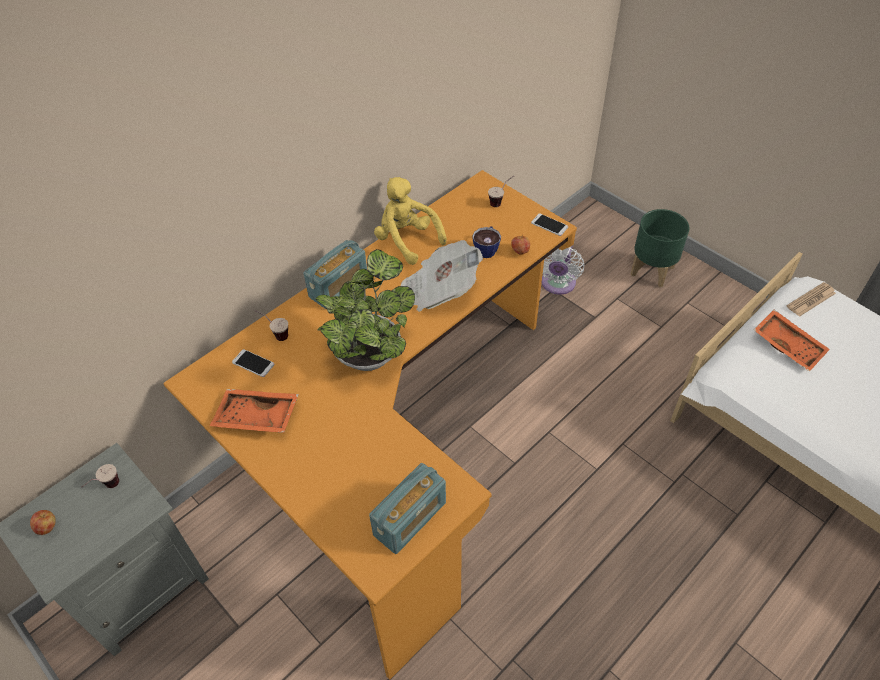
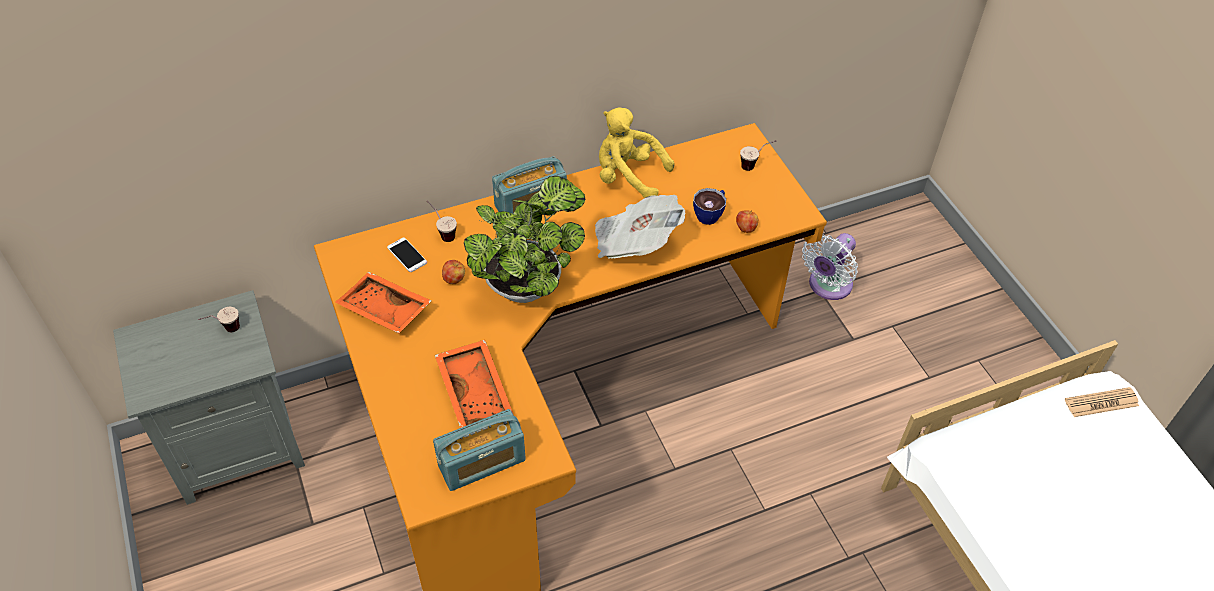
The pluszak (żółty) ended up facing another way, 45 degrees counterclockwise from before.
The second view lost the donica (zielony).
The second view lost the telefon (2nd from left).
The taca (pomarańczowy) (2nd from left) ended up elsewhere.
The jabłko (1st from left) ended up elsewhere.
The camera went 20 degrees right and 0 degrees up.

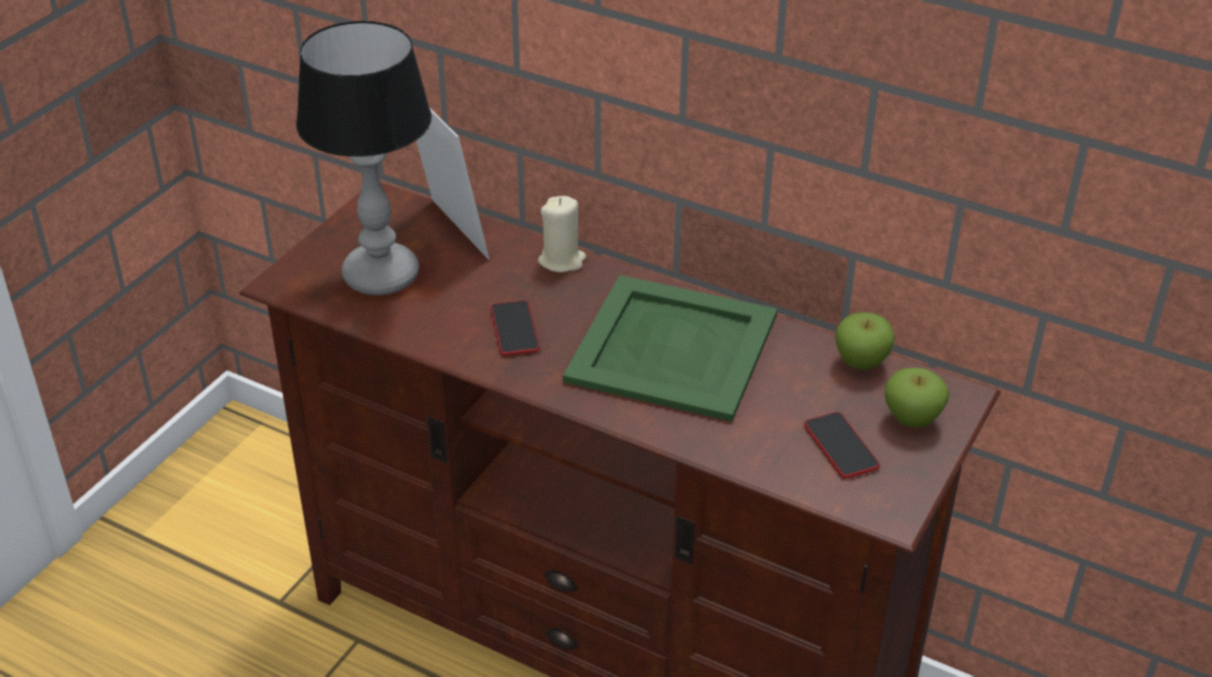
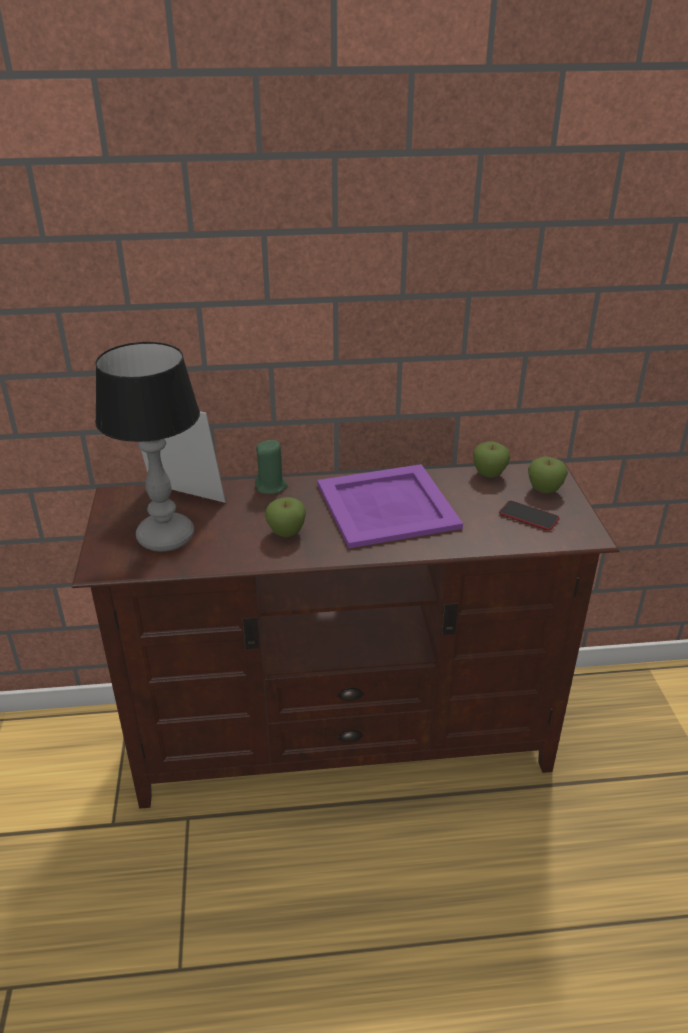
What was the świeca (beżowy) turned into the świeca (zielony).
What was the taca (zielony) turned into the taca (fioletowy).
Where the telefon (1st from left) stood, the jabłko (1st from left) came to stand.
The camera went 35 degrees left and 5 degrees down.

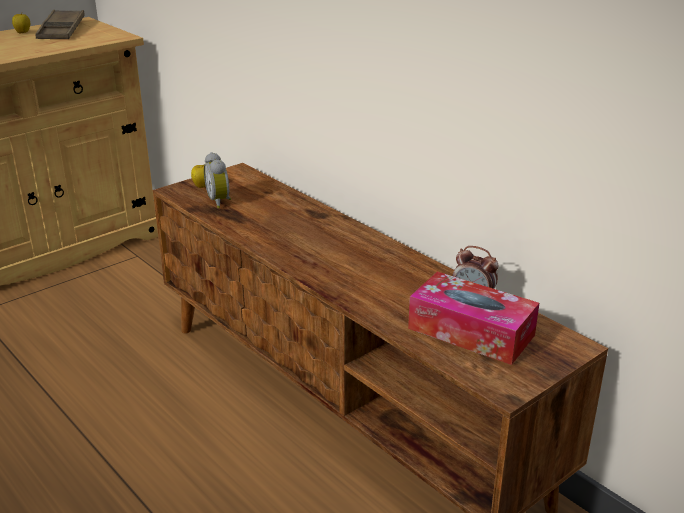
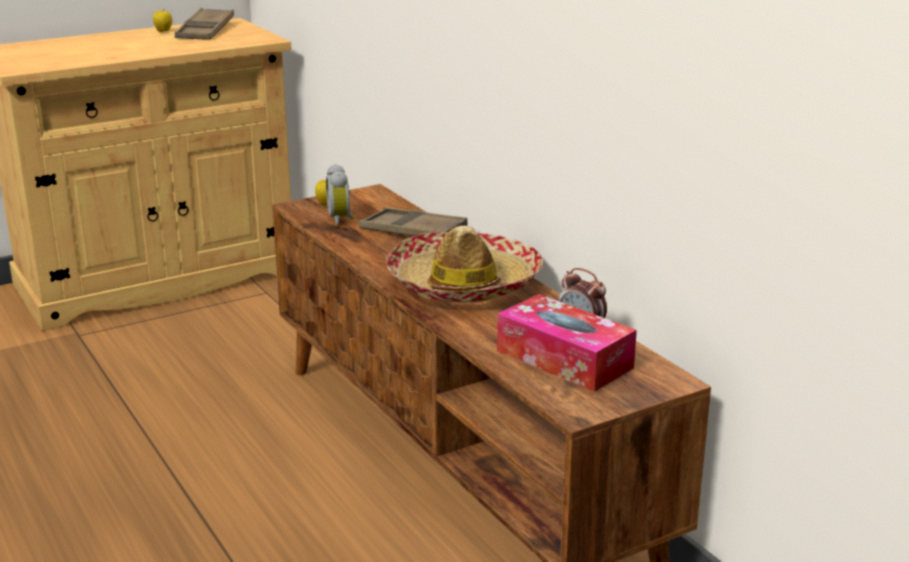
The second view gained the taca (brązowy) (2nd from left).
The second view gained the kapelusz.
The camera went 10 degrees right and 5 degrees down.

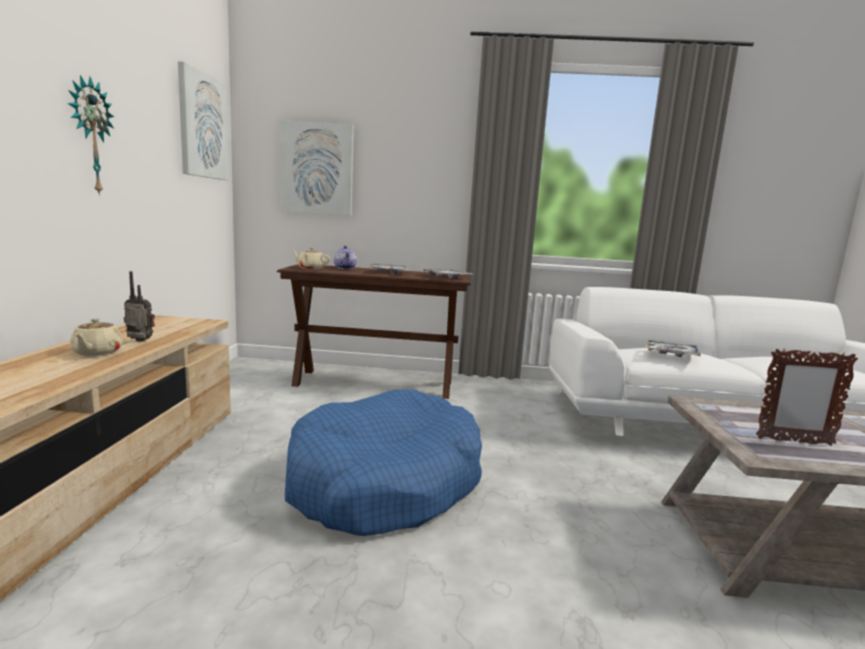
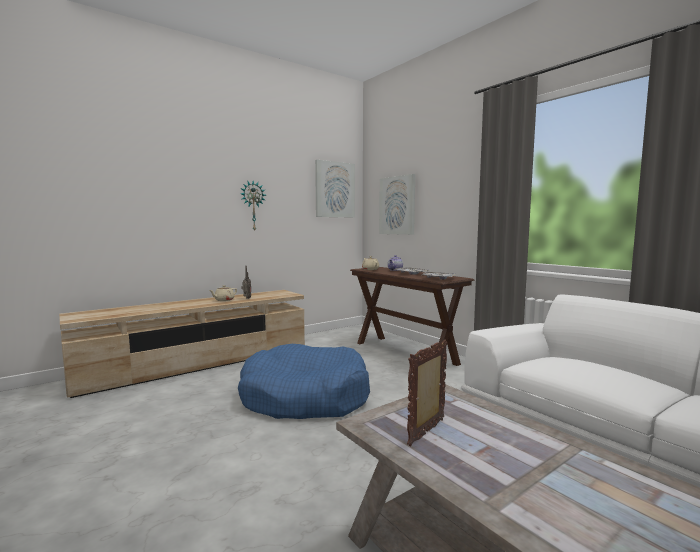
The second view lost the taca (3rd from left).
The ramka na zdjęcie ended up facing another way, 75 degrees clockwise from before.
The camera went 50 degrees right and 5 degrees down.

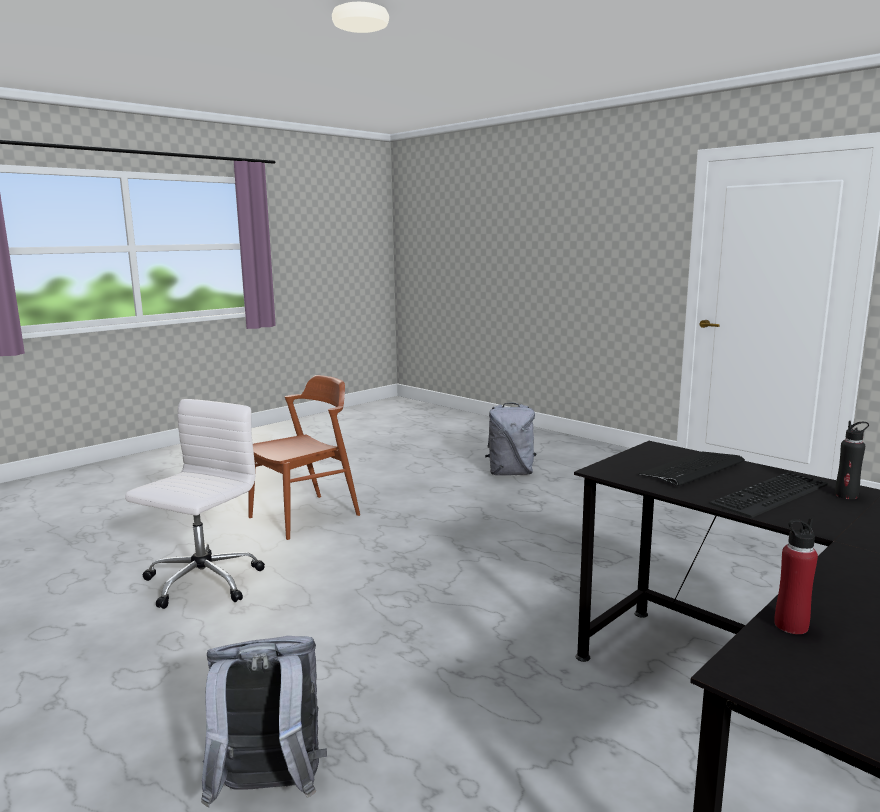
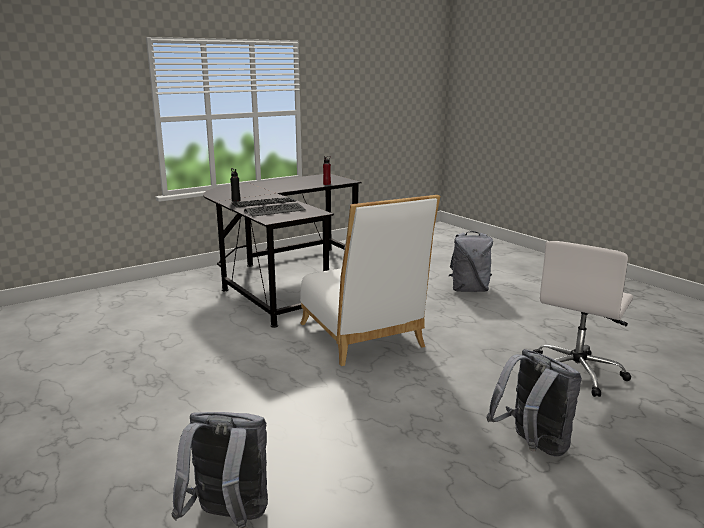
Where the krzesło (brązowy) stood, the plecak (szary) (3rd from left) came to stand.
The second view gained the krzesło (biały).
The camera went 170 degrees left and 5 degrees up.

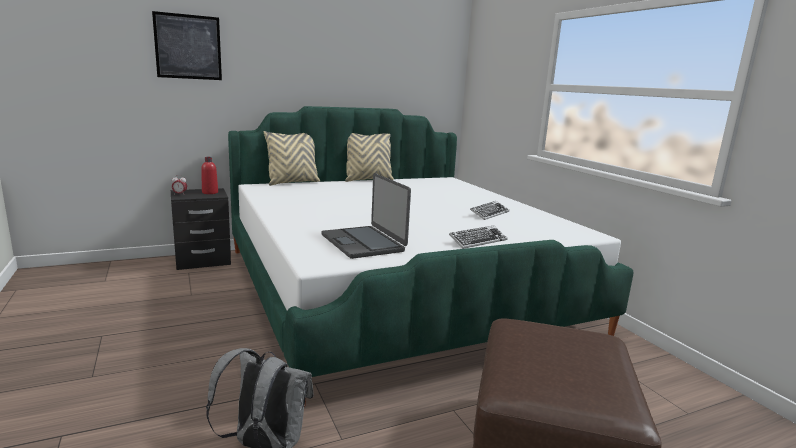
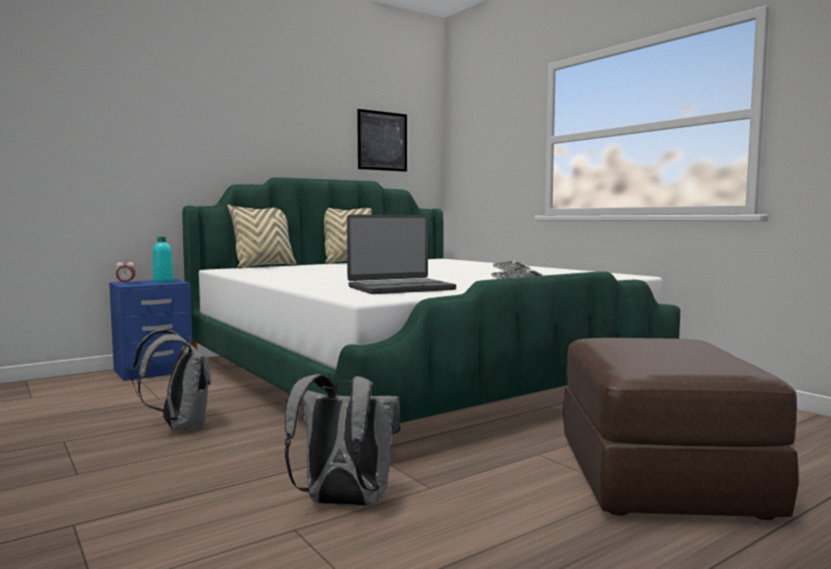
The obraz ended up elsewhere.
What was the butelka (czerwony) turned into the butelka (turkusowy).
The laptop ended up facing another way, 75 degrees counterclockwise from before.
What was the szafka nocna (czarny) turned into the szafka nocna (niebieski).
The second view gained the plecak (szary) (1st from left).
The camera went 10 degrees left and 10 degrees down.

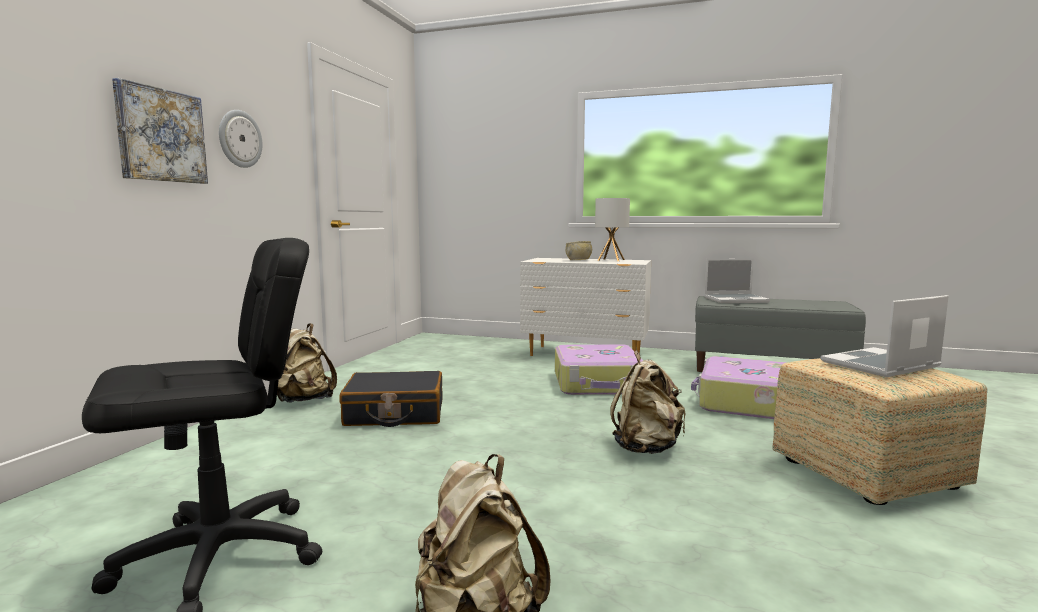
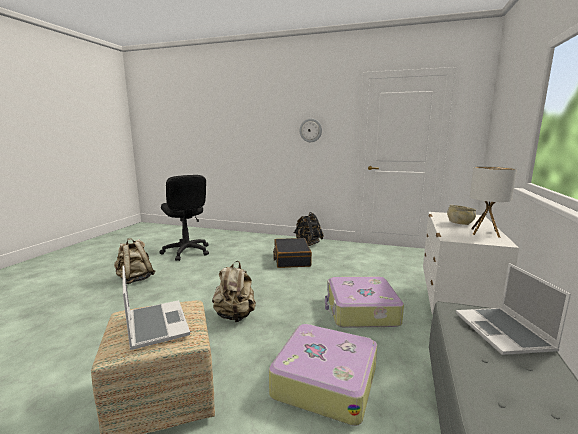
The second view lost the obraz.
What was the plecak (beżowy) (1st from left) turned into the plecak (czarny).
The camera went 90 degrees right and 5 degrees up.

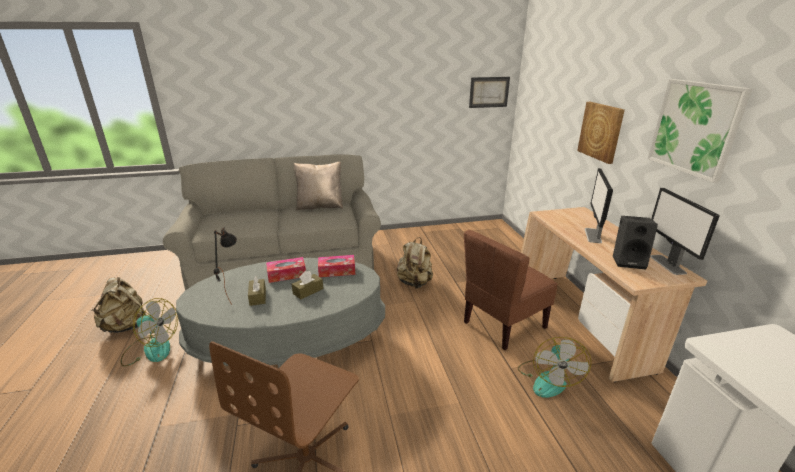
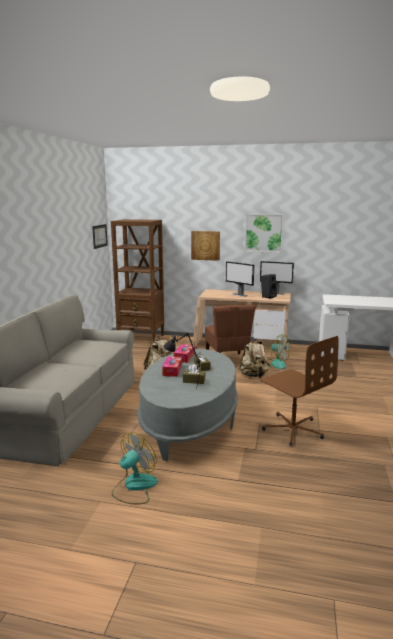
The second view lost the poduszka (beżowy).
The plecak (beżowy) (1st from left in the first image) ended up elsewhere.
The second view gained the regał (brązowy).
The camera went 65 degrees left and 10 degrees down.

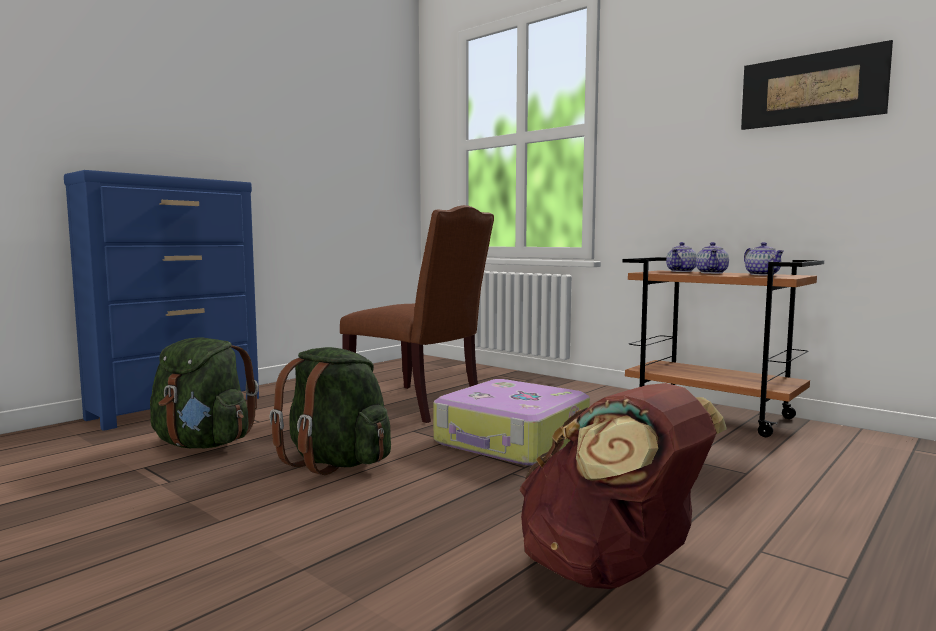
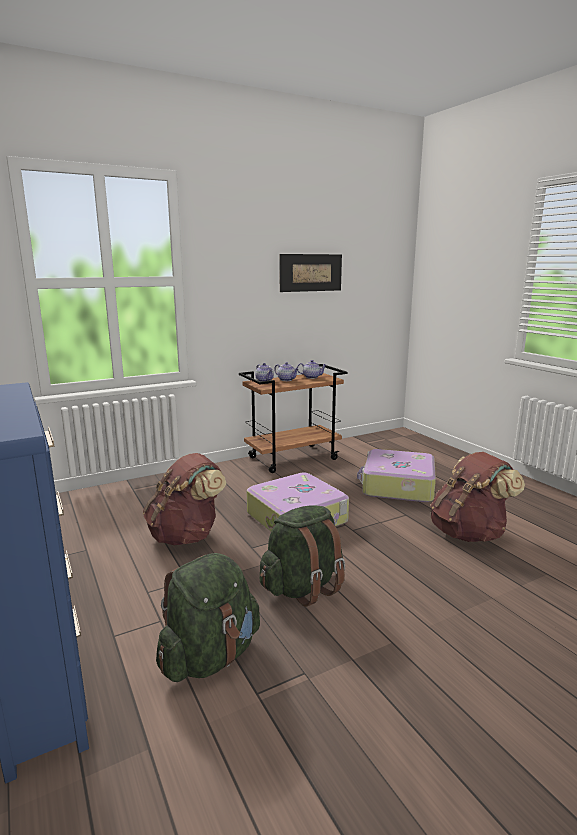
Where the krzesło (brązowy) stood, the plecak (brązowy) (1st from left) came to stand.
The second view gained the walizka (2nd from left).
The camera went 70 degrees left and 10 degrees up.

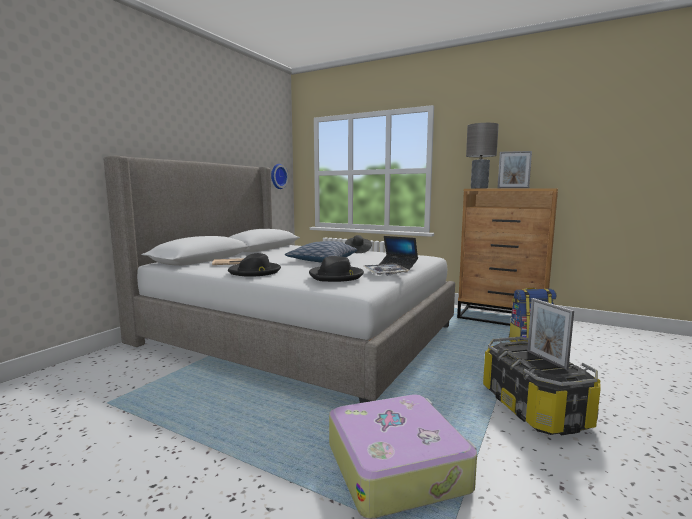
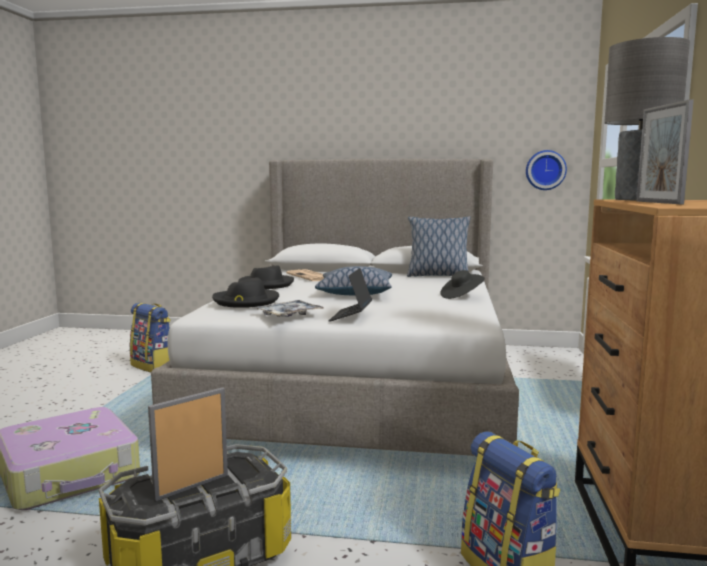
The second view gained the poduszka (2nd from left).
The second view gained the plecak (1st from left).
The camera went 70 degrees right and 0 degrees up.

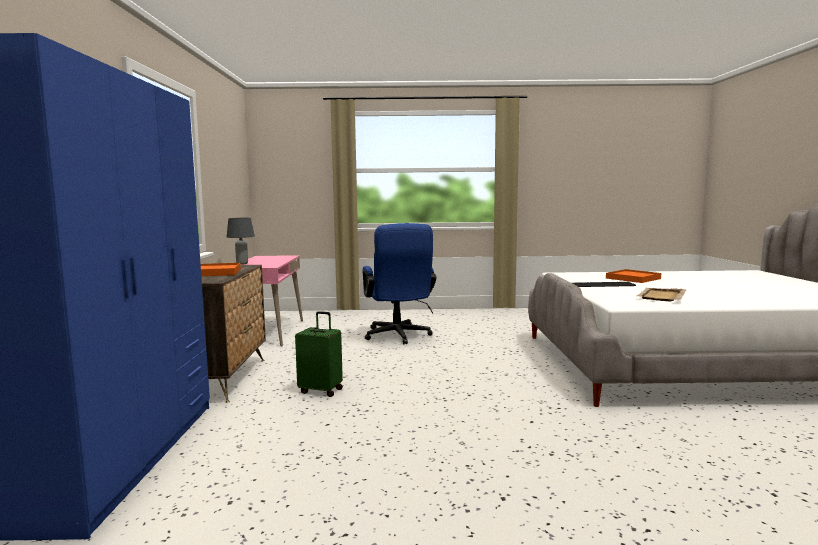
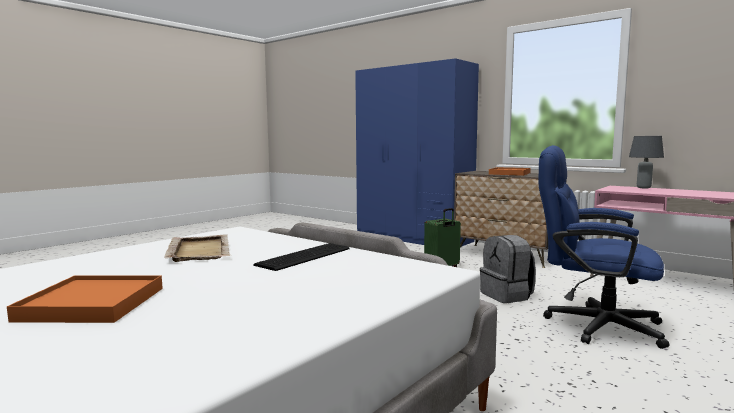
The taca (pomarańczowy) (2nd from left in the first image) ended up elsewhere.
The second view gained the plecak (szary).
The camera went 130 degrees right and 0 degrees up.

